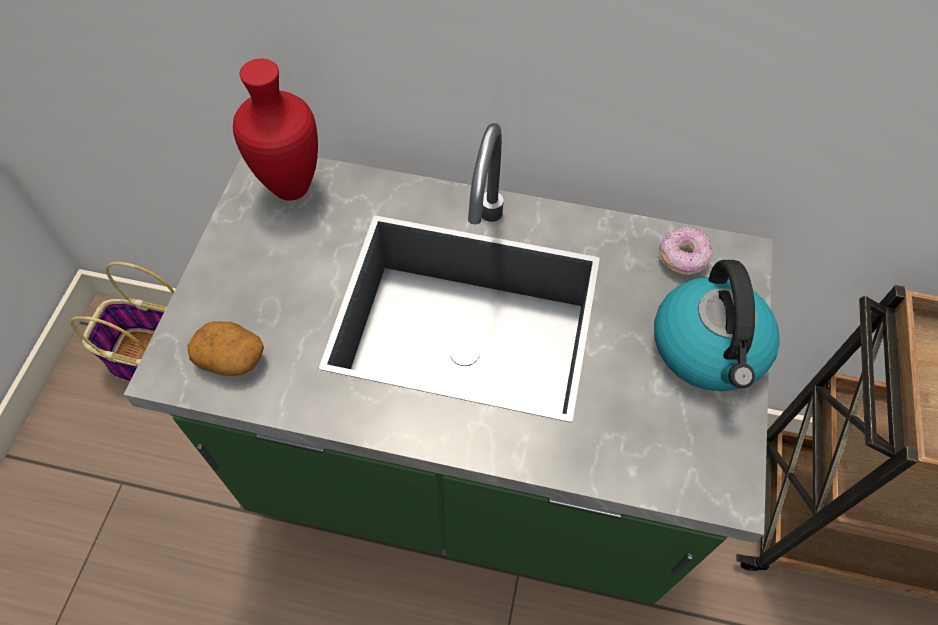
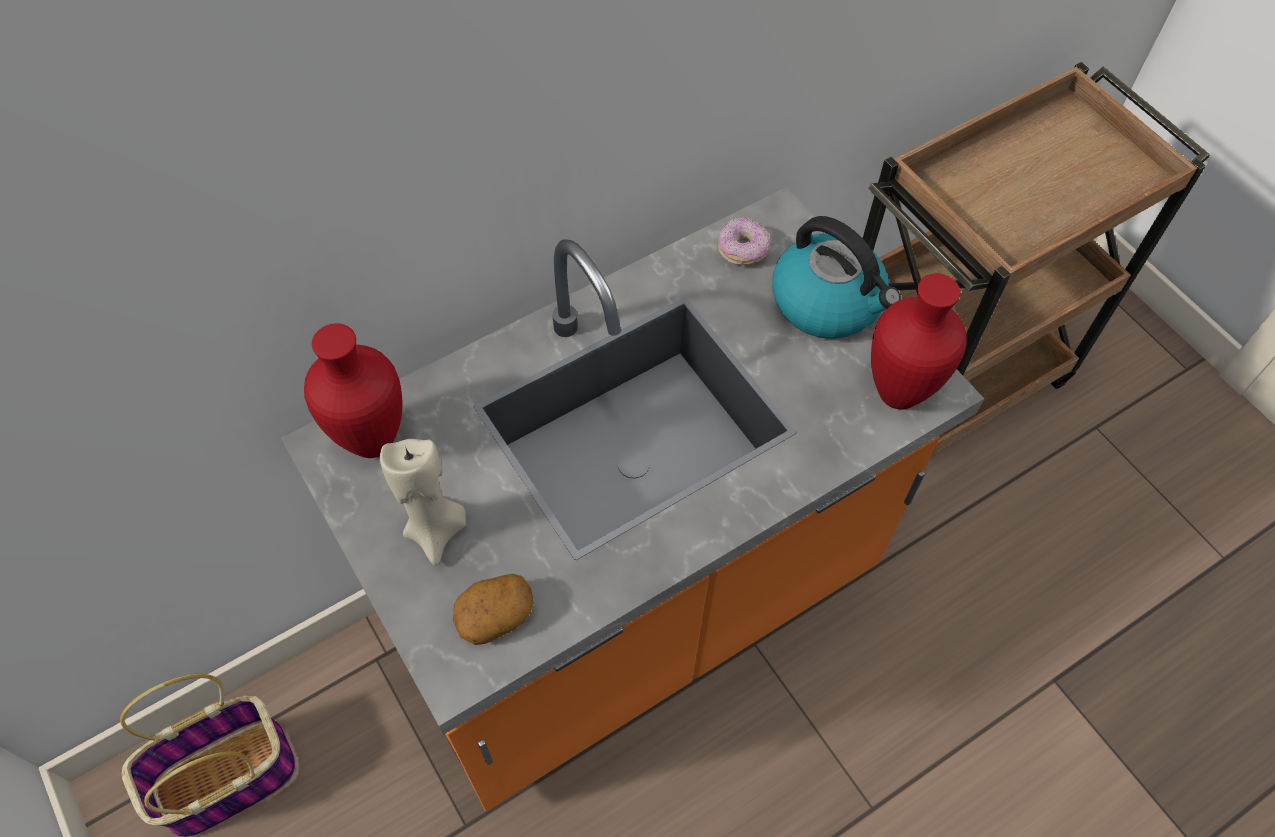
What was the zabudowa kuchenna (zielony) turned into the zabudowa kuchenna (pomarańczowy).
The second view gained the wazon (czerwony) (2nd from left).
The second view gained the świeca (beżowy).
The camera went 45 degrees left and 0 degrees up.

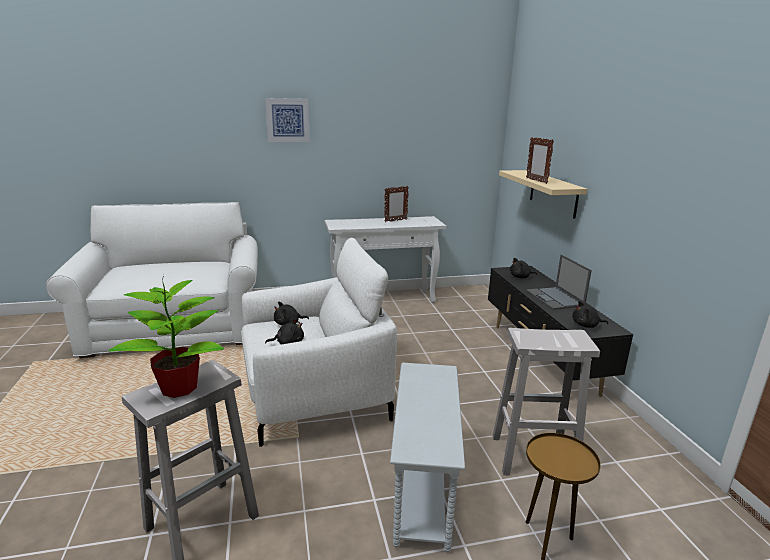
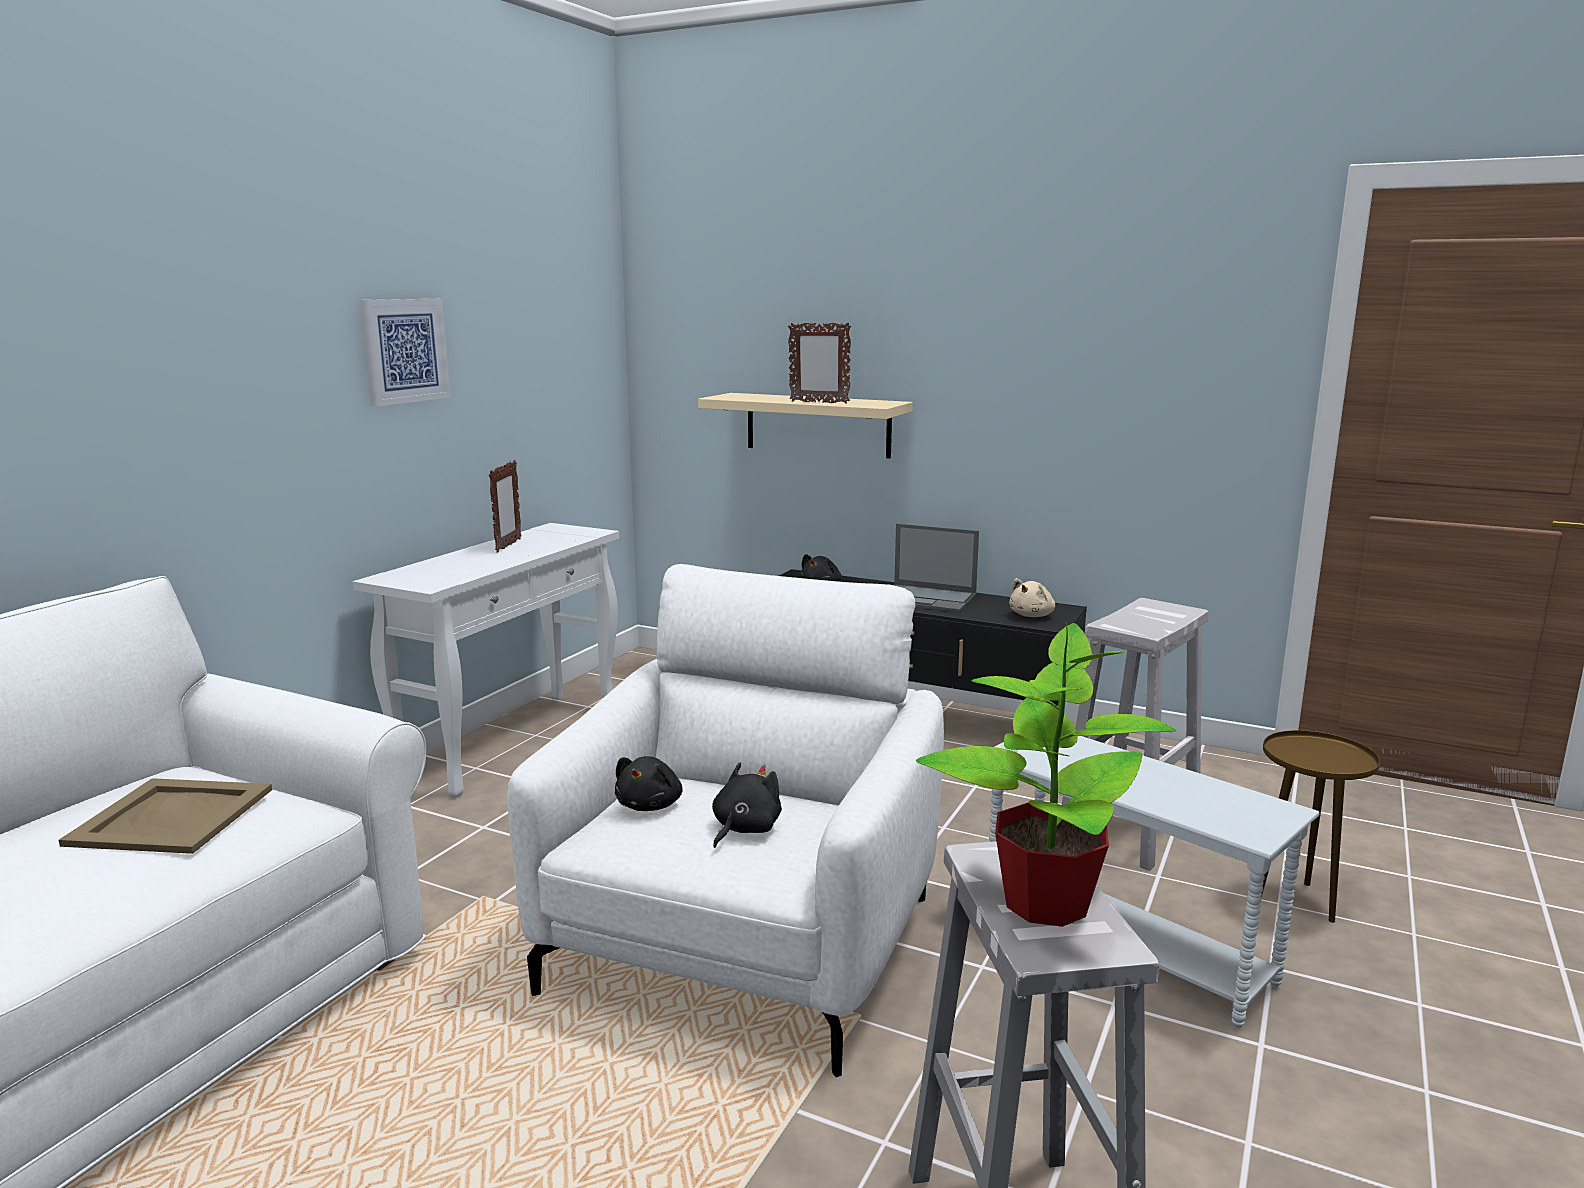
The obraz ended up elsewhere.
What was the pluszak (czarny) (4th from left) turned into the pluszak (beżowy).
The second view gained the taca (beżowy).
The camera went 50 degrees left and 5 degrees down.

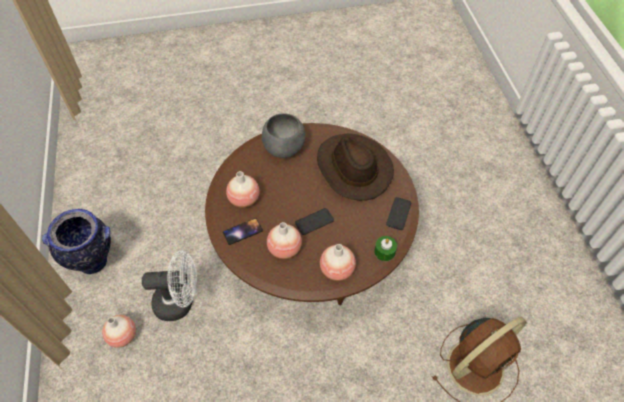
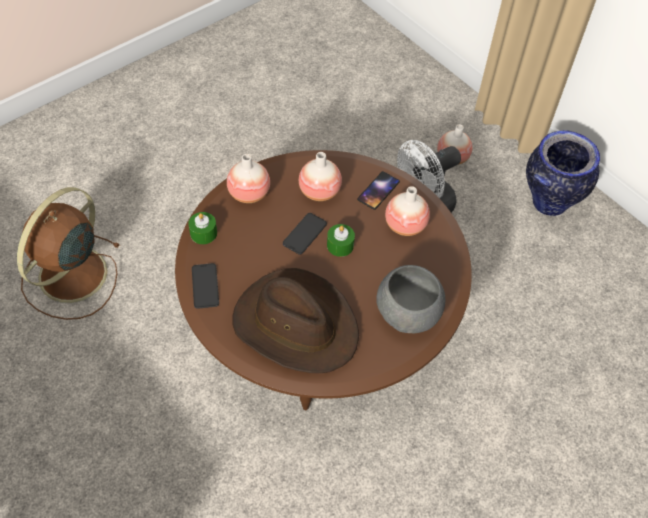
The second view gained the świeca (zielony) (2nd from left).
The camera went 150 degrees right and 0 degrees up.

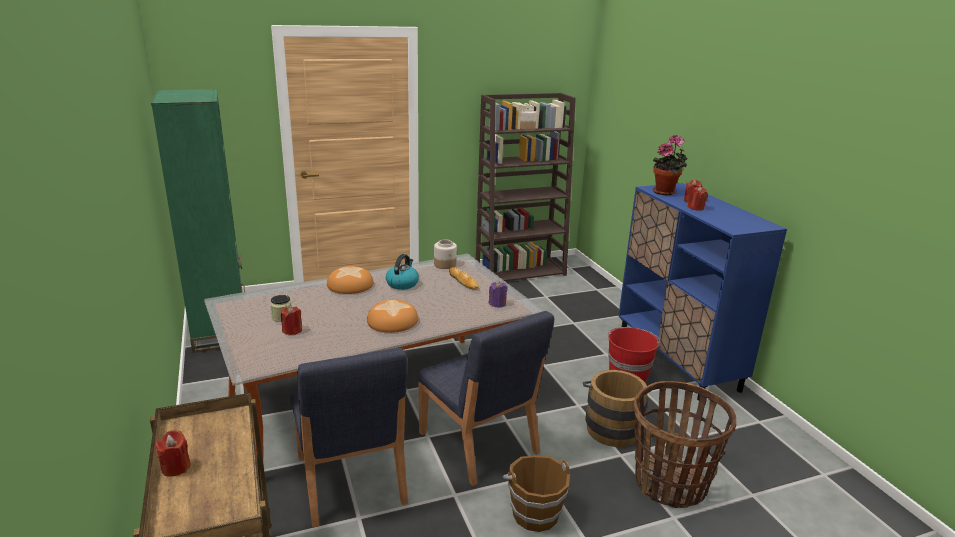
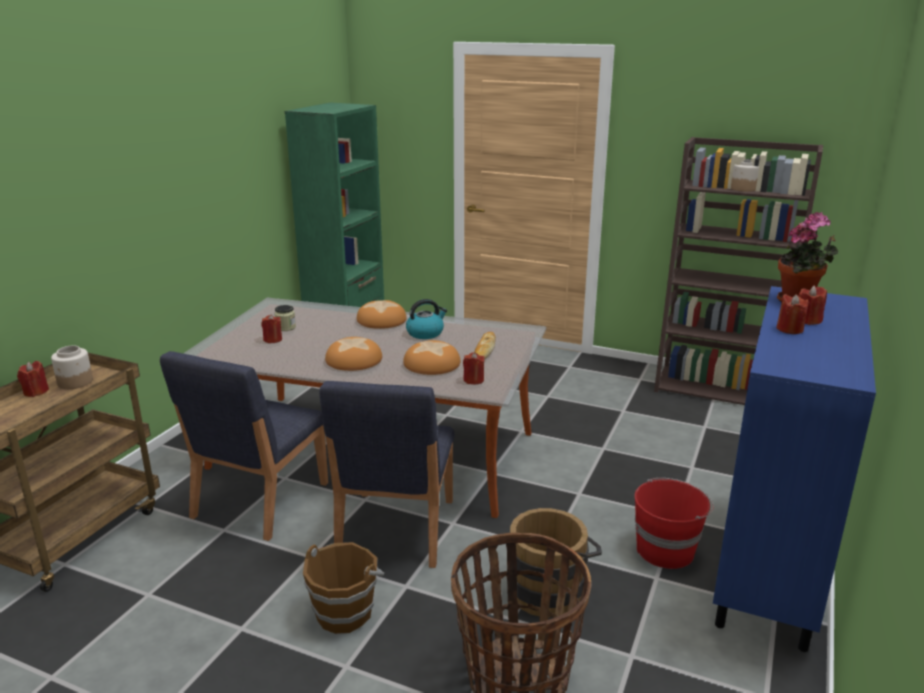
The słoik (2nd from left in the first image) ended up elsewhere.
What was the świeca (fioletowy) turned into the świeca (czerwony) (3rd from left).
The second view gained the chleb (3rd from left).
The camera went 45 degrees right and 0 degrees up.

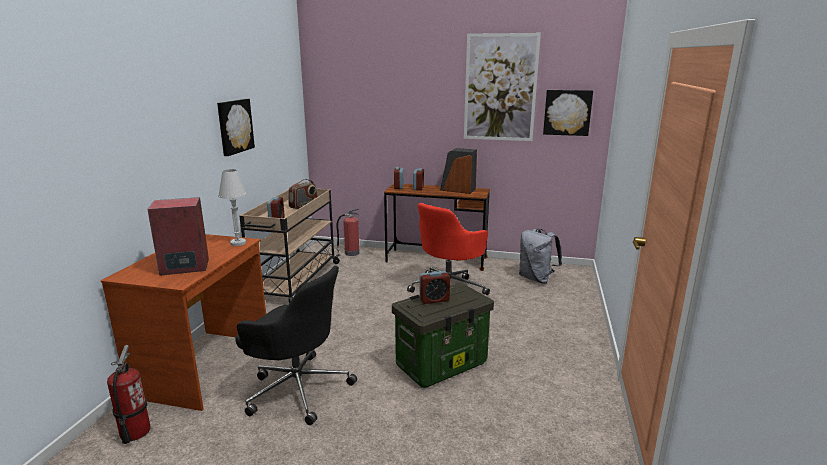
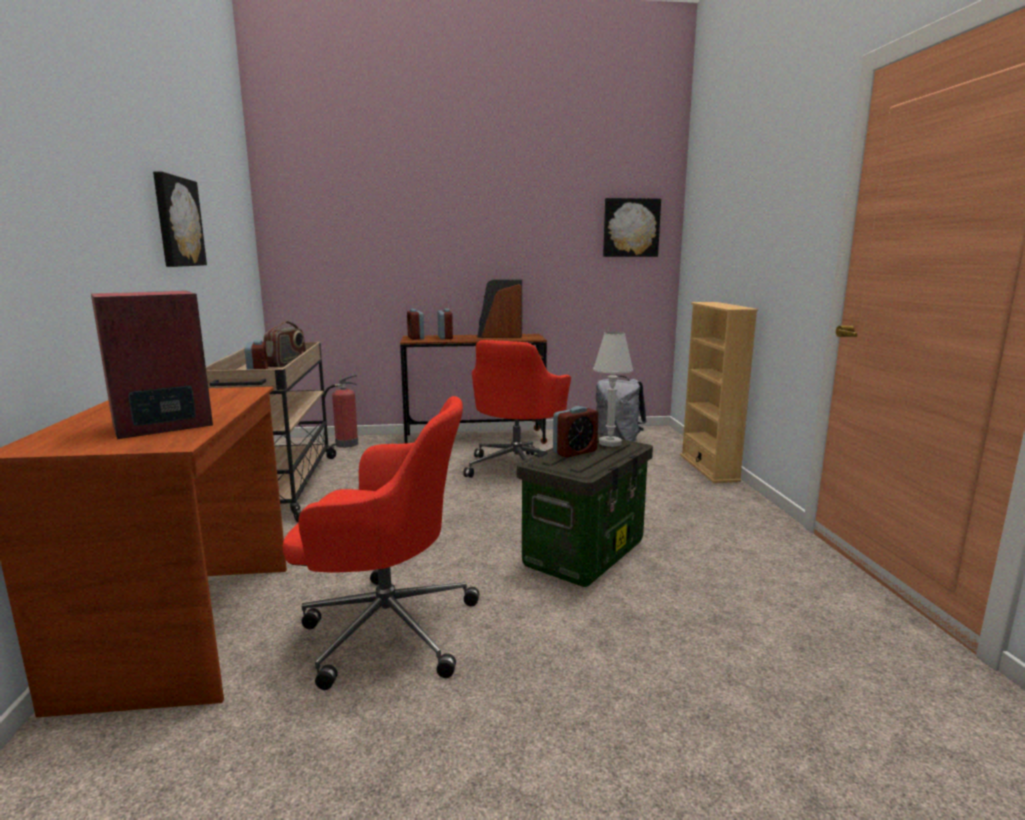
The second view lost the obraz (2nd from left).
The lampa stołowa (biały) ended up elsewhere.
What was the krzesło biurowe (czarny) turned into the krzesło biurowe (czerwony) (1st from left).
The second view lost the gaśnica (1st from left).
The second view gained the regał (beżowy).
The camera went 20 degrees left and 5 degrees down.

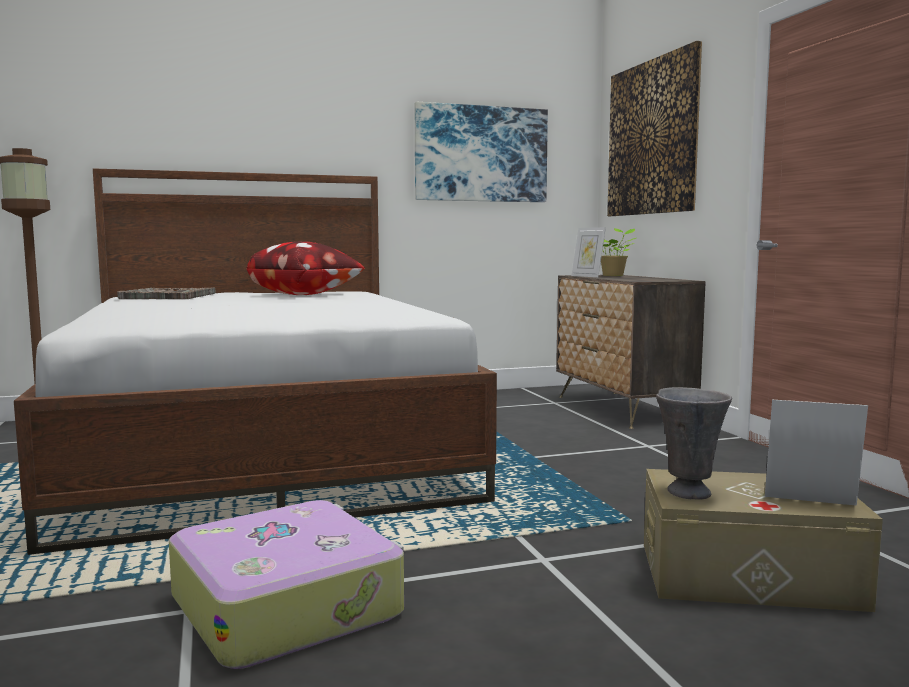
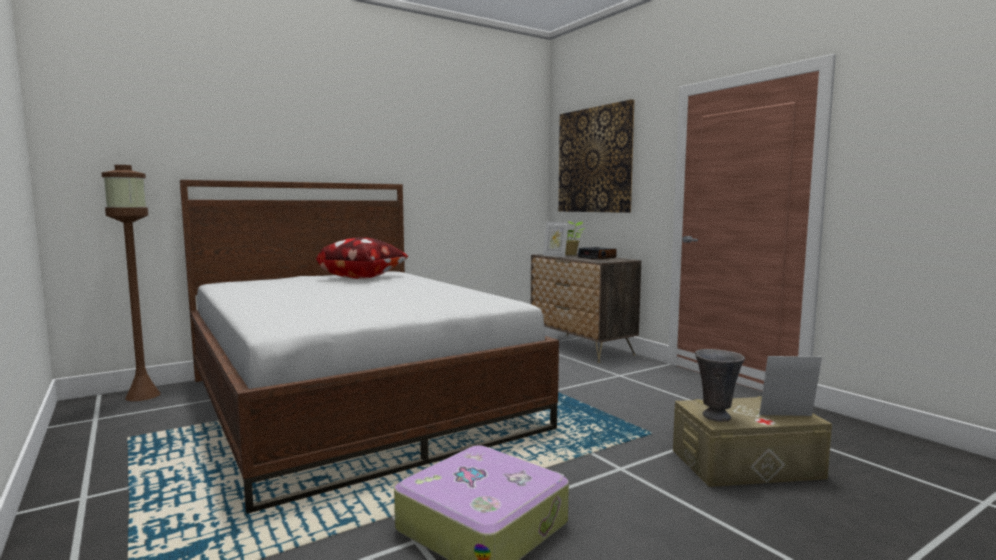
The second view lost the obraz (1st from left).
The second view lost the taca (szary).
The second view gained the budzik.
The camera went 15 degrees left and 0 degrees up.

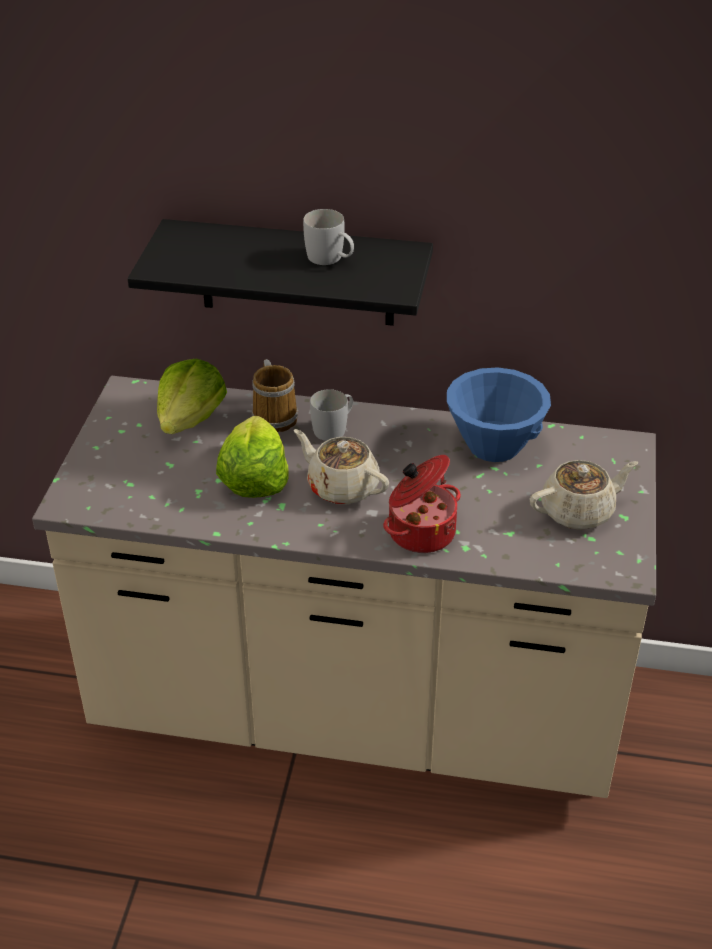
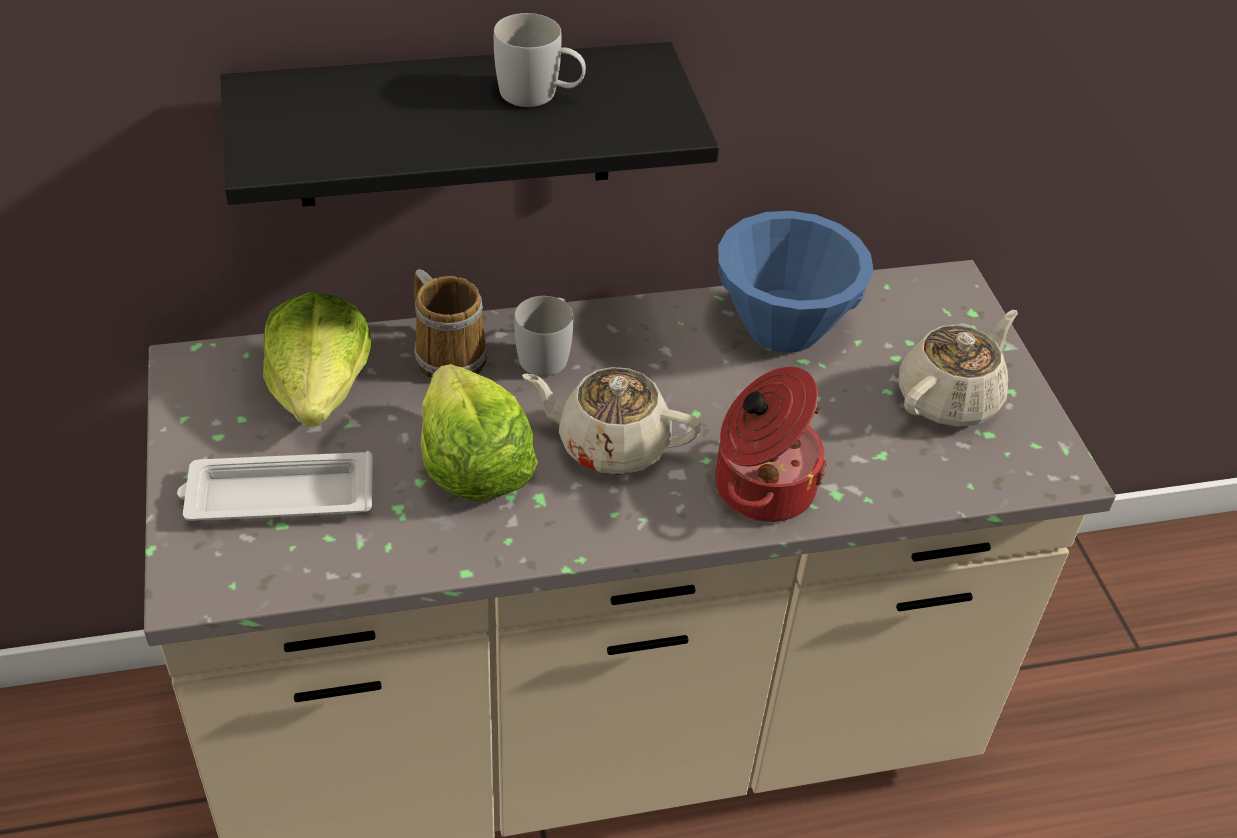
The second view gained the taca (biały).
The camera went 25 degrees left and 5 degrees up.

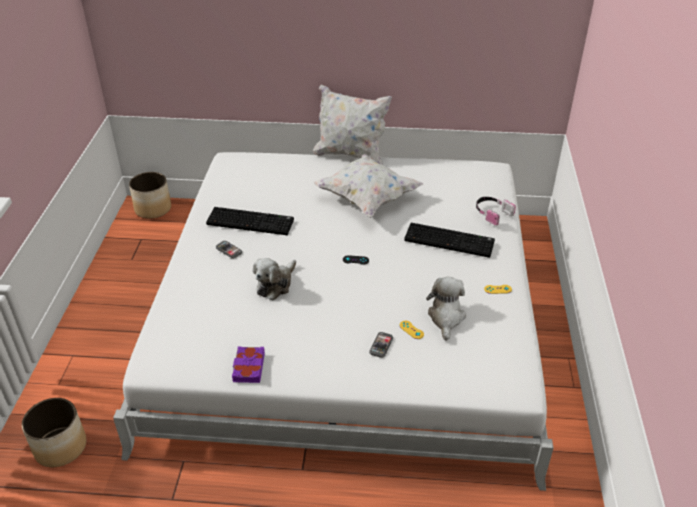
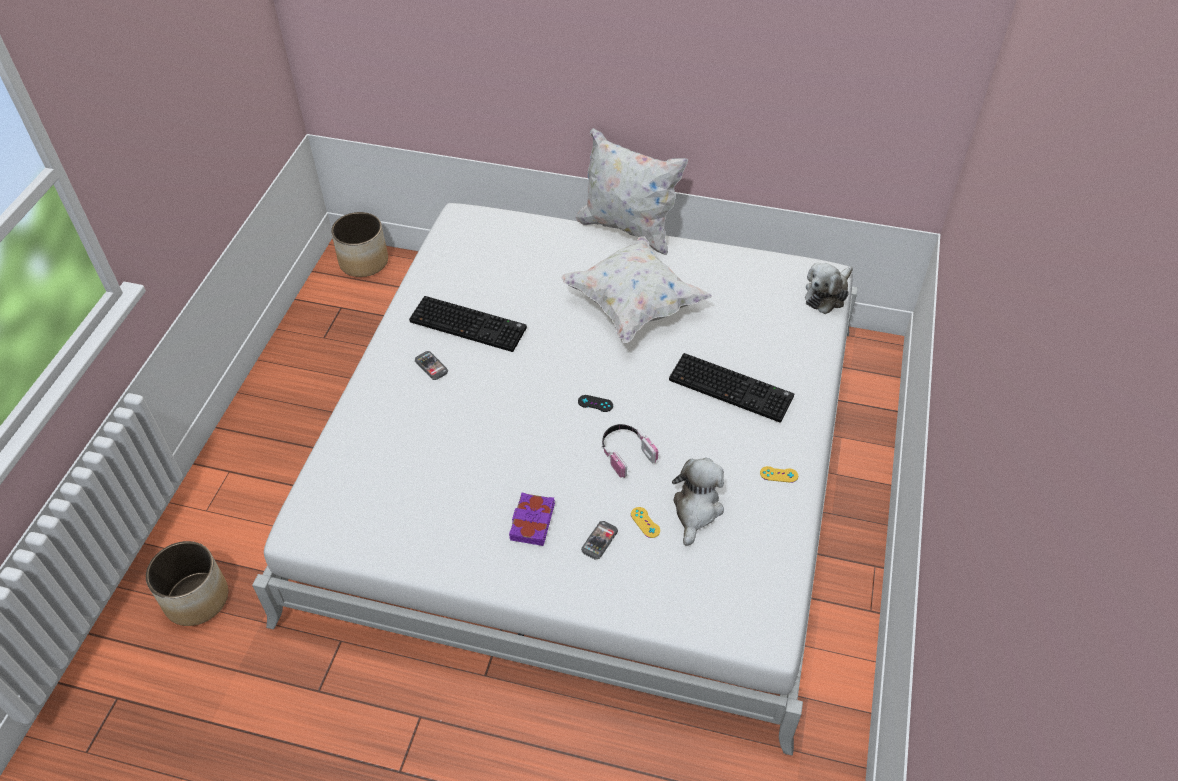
The słuchawki ended up elsewhere.
The pluszak (1st from left in the first image) ended up elsewhere.
The książka (fioletowy) ended up elsewhere.
The camera went 10 degrees right and 10 degrees up.

